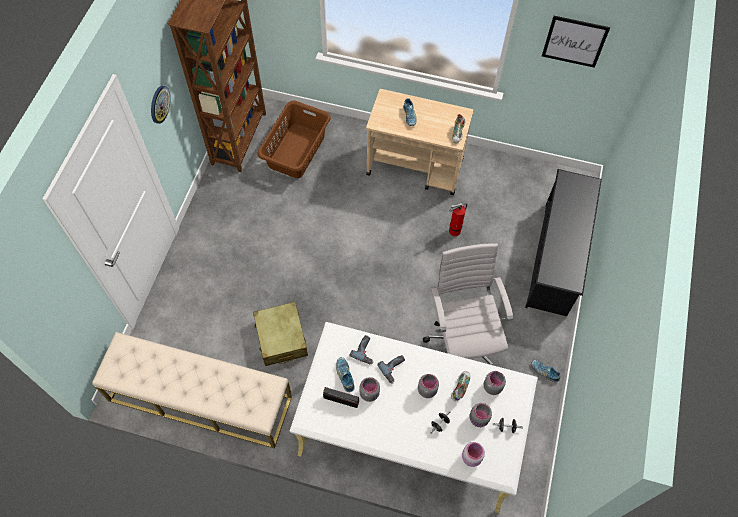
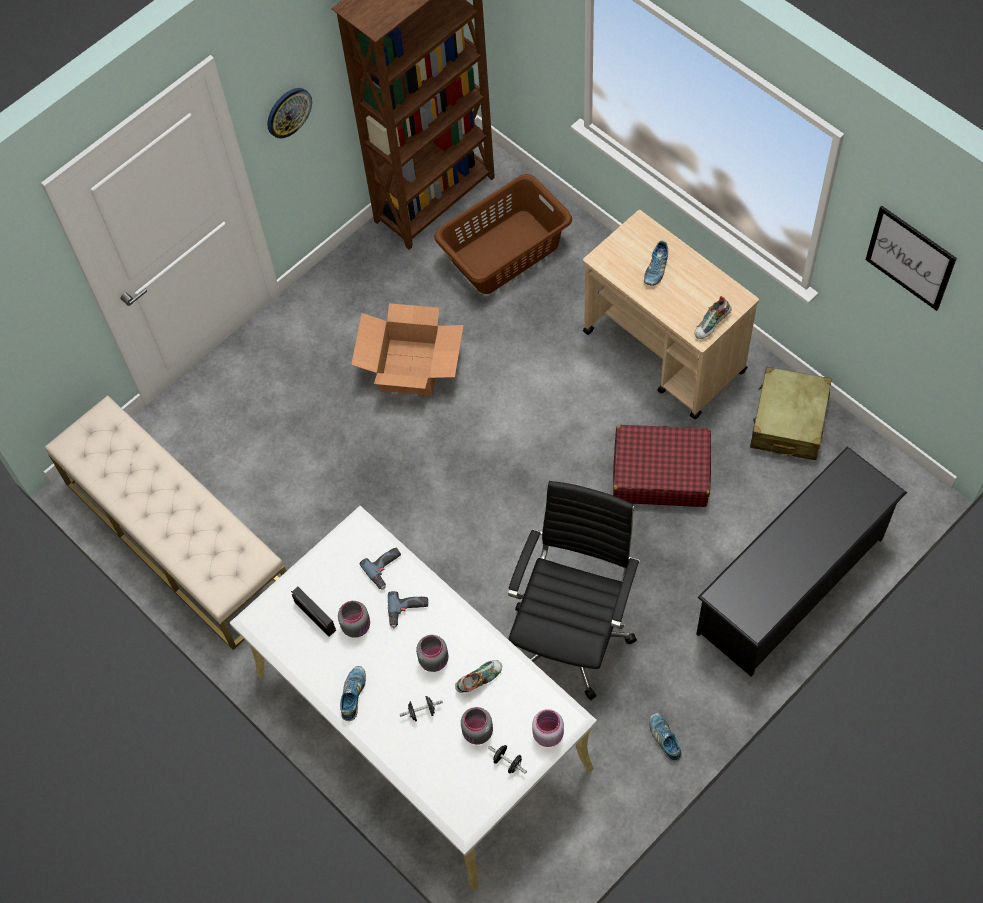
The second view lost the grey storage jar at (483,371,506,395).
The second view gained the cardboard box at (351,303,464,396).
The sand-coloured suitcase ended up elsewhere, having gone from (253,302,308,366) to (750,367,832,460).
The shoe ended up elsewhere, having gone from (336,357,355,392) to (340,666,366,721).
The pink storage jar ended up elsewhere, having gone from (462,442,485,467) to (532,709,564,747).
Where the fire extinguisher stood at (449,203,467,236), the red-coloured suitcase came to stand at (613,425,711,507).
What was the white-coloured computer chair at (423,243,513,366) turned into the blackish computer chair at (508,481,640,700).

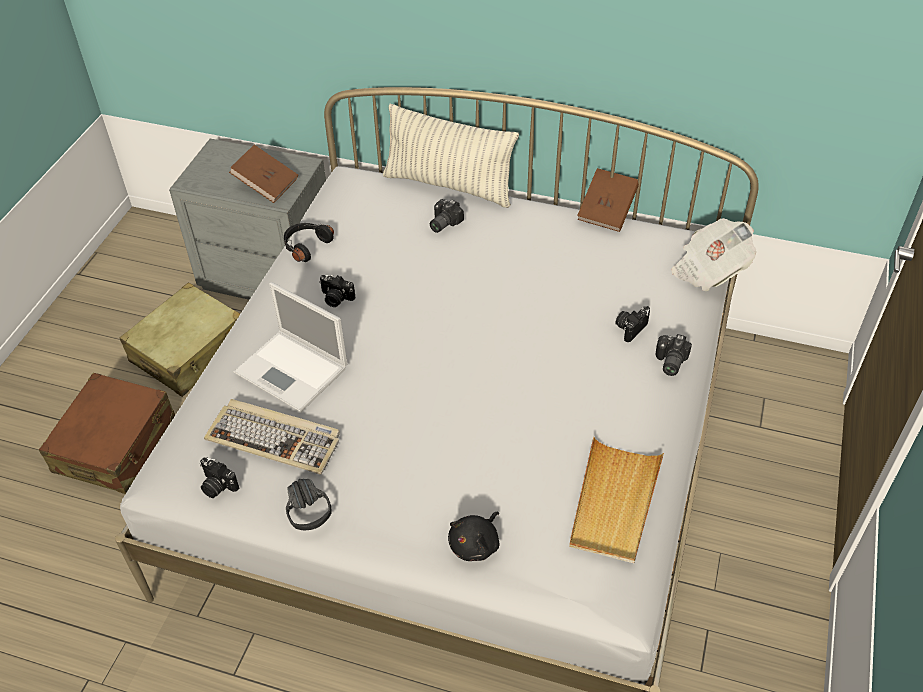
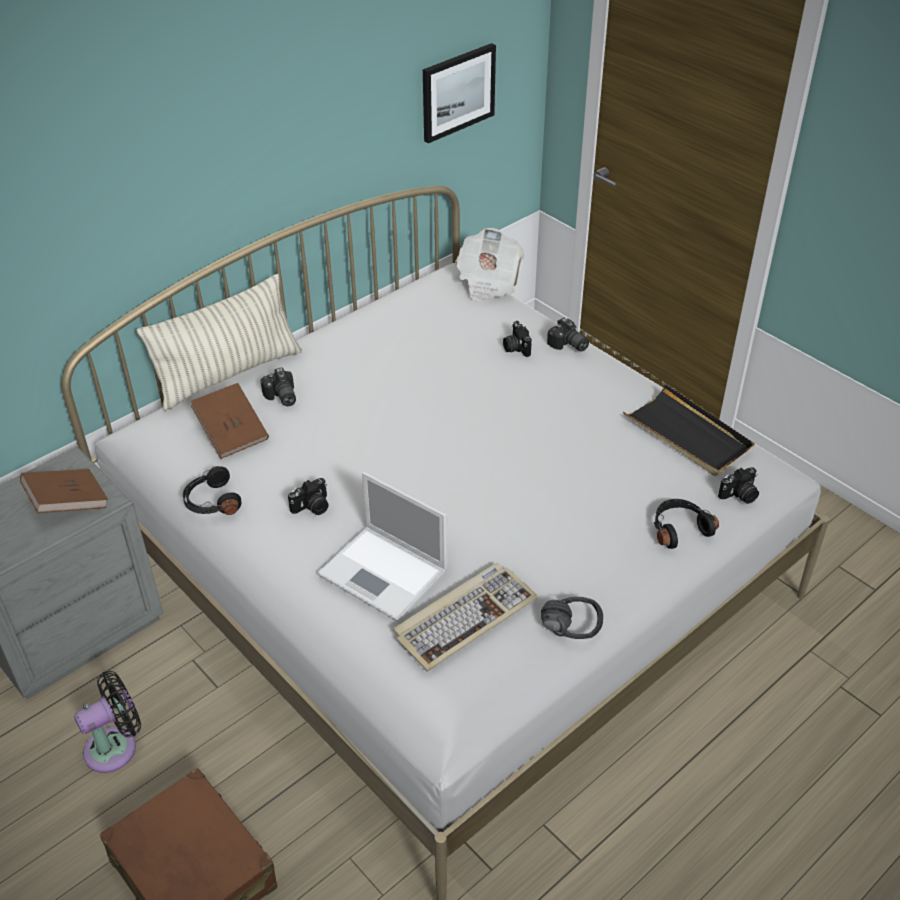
The second view gained the wall art at (423,43,496,143).
The still camera ended up elsewhere, having gone from (199,458,239,498) to (718,467,759,504).
The brown-coloured bound book ended up elsewhere, having gone from (577,168,639,232) to (191,383,269,459).
Where the sand-coloured suitcase stood at (120,283,240,397), the blackish cooling fan came to stand at (74,671,141,773).
Where the blackish cuddly toy stood at (448,512,500,561), the blackish headset came to stand at (654,499,719,549).
What was the sand-coloured carrying tray at (569,437,664,563) turned into the blackish carrying tray at (623,384,755,476).
The portable computer at (233,282,347,412) ended up facing another way, 60 degrees clockwise from before.

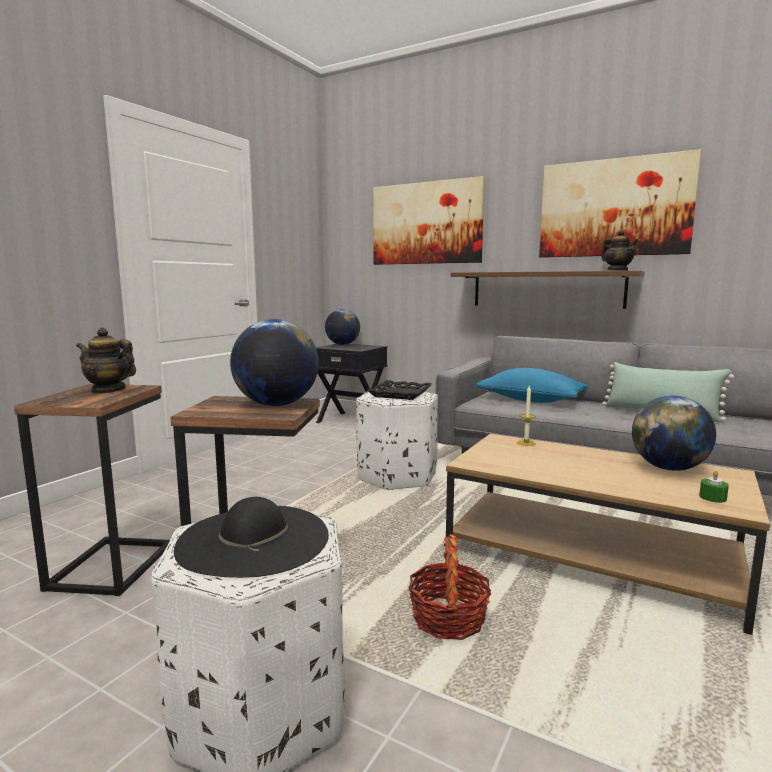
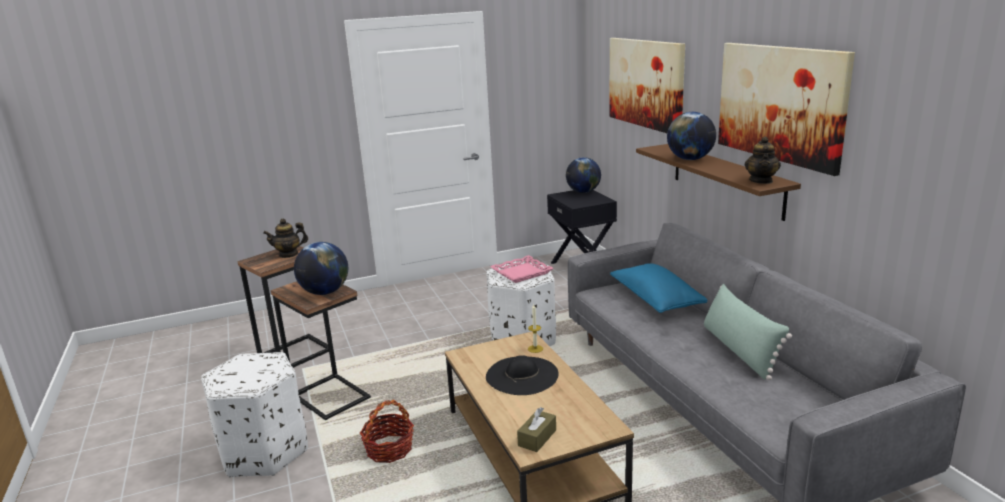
The blackish wearable hat ended up elsewhere, having gone from (174,497,329,578) to (486,355,559,395).
The globe ended up elsewhere, having gone from (632,396,716,471) to (667,112,716,160).
Where the green-coloured wax light stood at (699,471,729,503), the brown-coloured tissue holder came to stand at (517,407,556,452).
What was the blackish carrying tray at (367,380,432,400) turned into the pink carrying tray at (490,255,554,283).
The teapot at (76,328,136,394) ended up facing another way, 75 degrees counterclockwise from before.

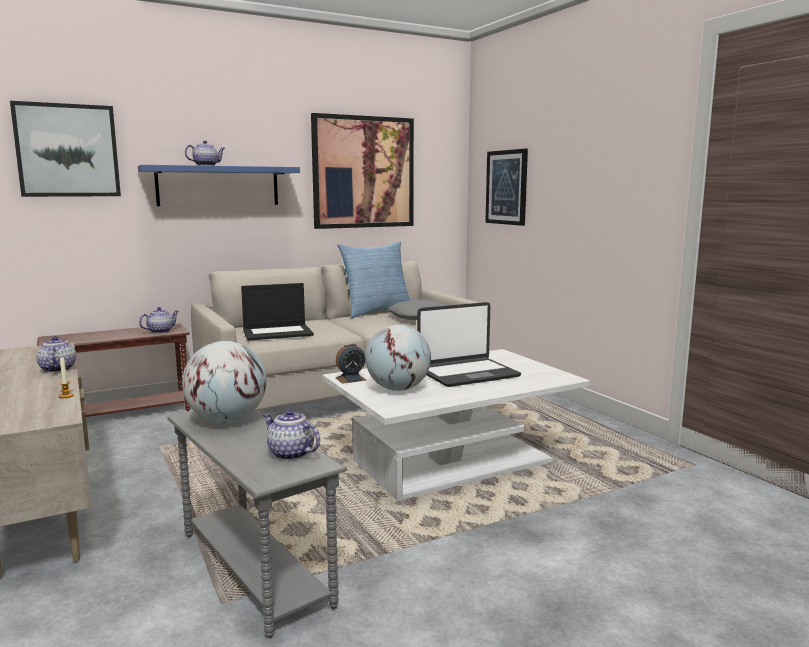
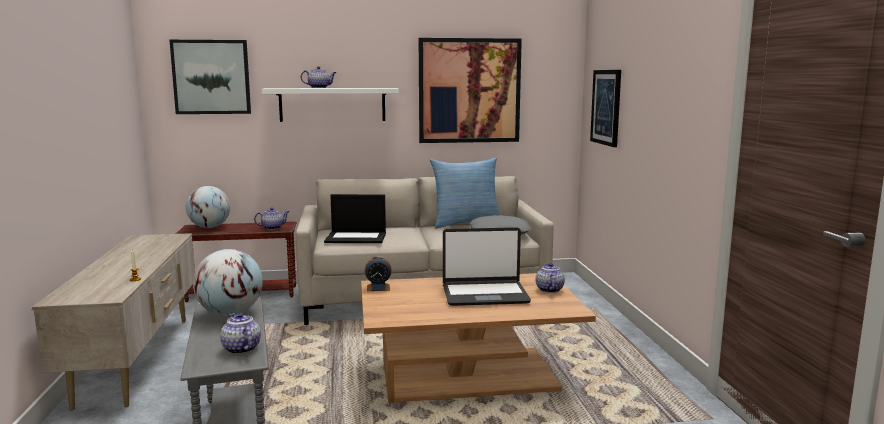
The teapot ended up elsewhere, having gone from (36,336,76,373) to (536,263,565,293).
The globe ended up elsewhere, having gone from (365,325,431,391) to (186,186,230,228).
What was the blue-coloured wall shelf at (138,165,300,206) turned into the white-coloured wall shelf at (262,88,399,122).
What was the white-coloured low table at (322,349,590,501) turned into the brown-coloured low table at (361,273,596,403).

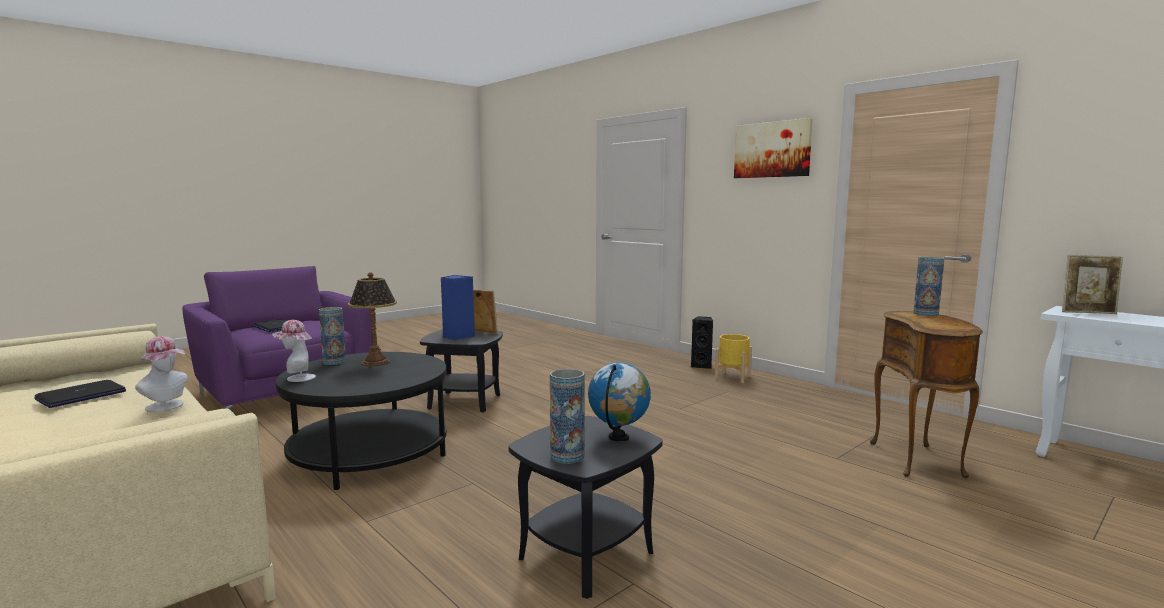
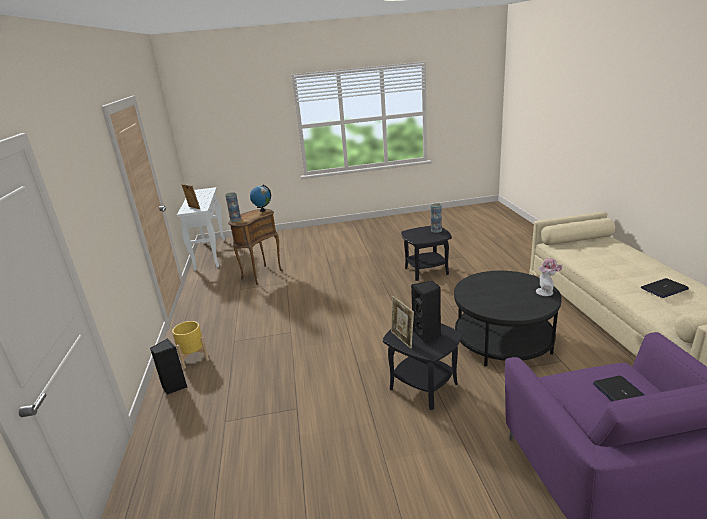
The second view lost the wearable hat at (135,336,188,412).
The second view lost the flower vase at (319,307,346,365).
The second view lost the tabletop lamp at (348,272,397,366).
The second view lost the wall art at (734,118,813,178).
The globe ended up elsewhere, having gone from (588,363,651,441) to (250,185,271,212).
What was the blue-coloured audio speaker at (441,275,475,340) turned into the blackish audio speaker at (411,281,441,343).

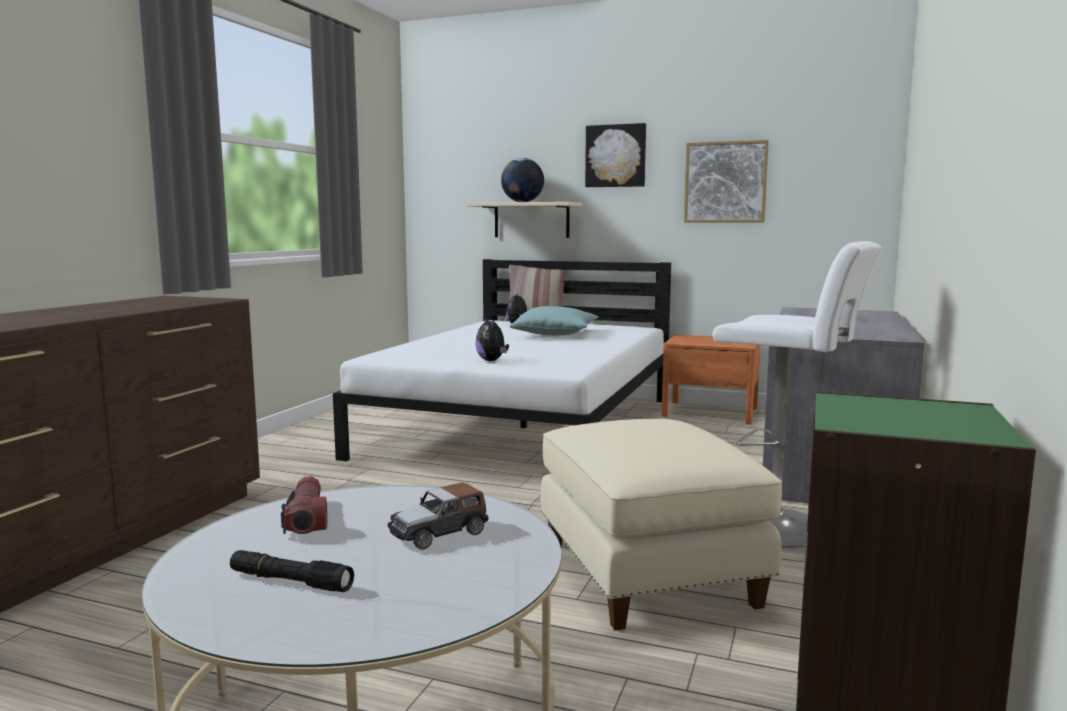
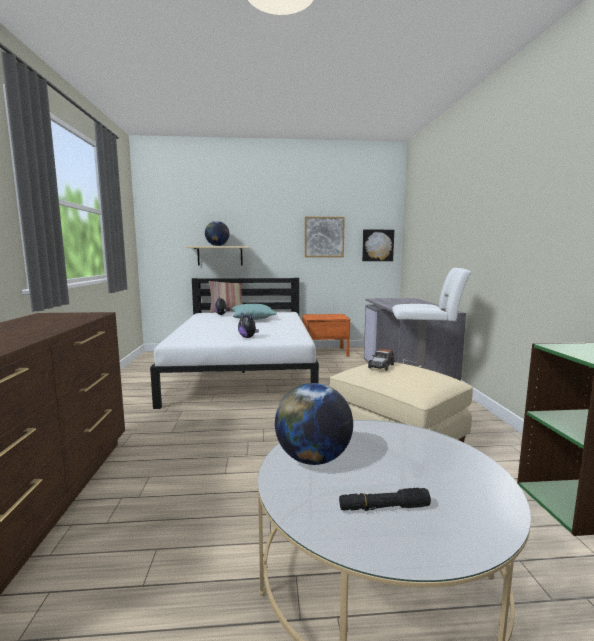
The miniature car ended up elsewhere, having gone from (388,482,489,550) to (368,349,394,371).
The wall art ended up elsewhere, having gone from (585,123,646,187) to (362,230,394,261).
Where the hand torch stood at (281,476,327,534), the globe came to stand at (275,383,353,465).

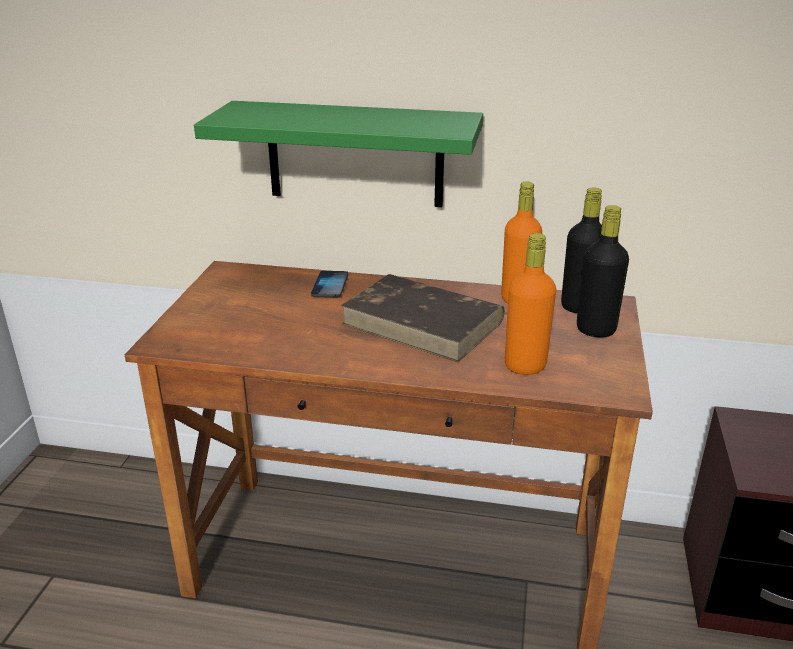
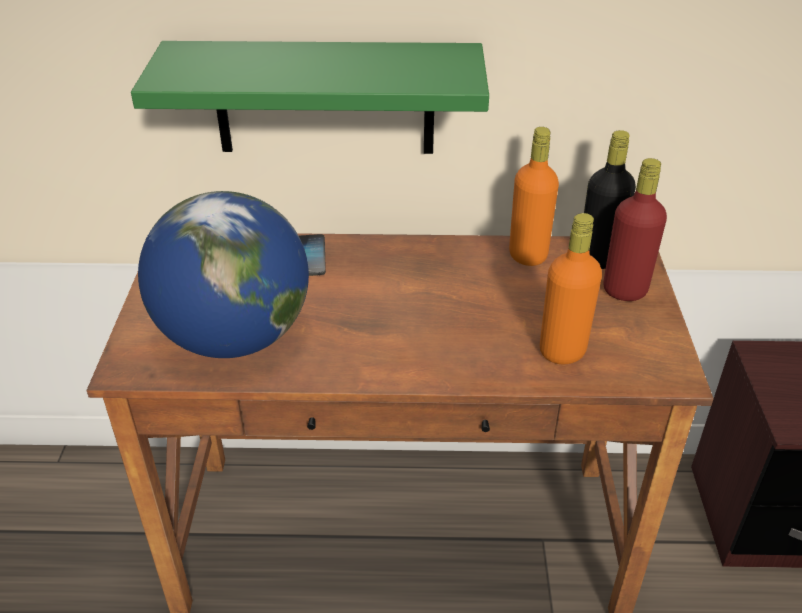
The second view lost the brown-coloured bound book at (341,274,505,362).
The second view gained the globe at (138,191,309,358).
What was the blackish bottle at (577,205,629,337) turned into the red-coloured bottle at (604,158,667,301).

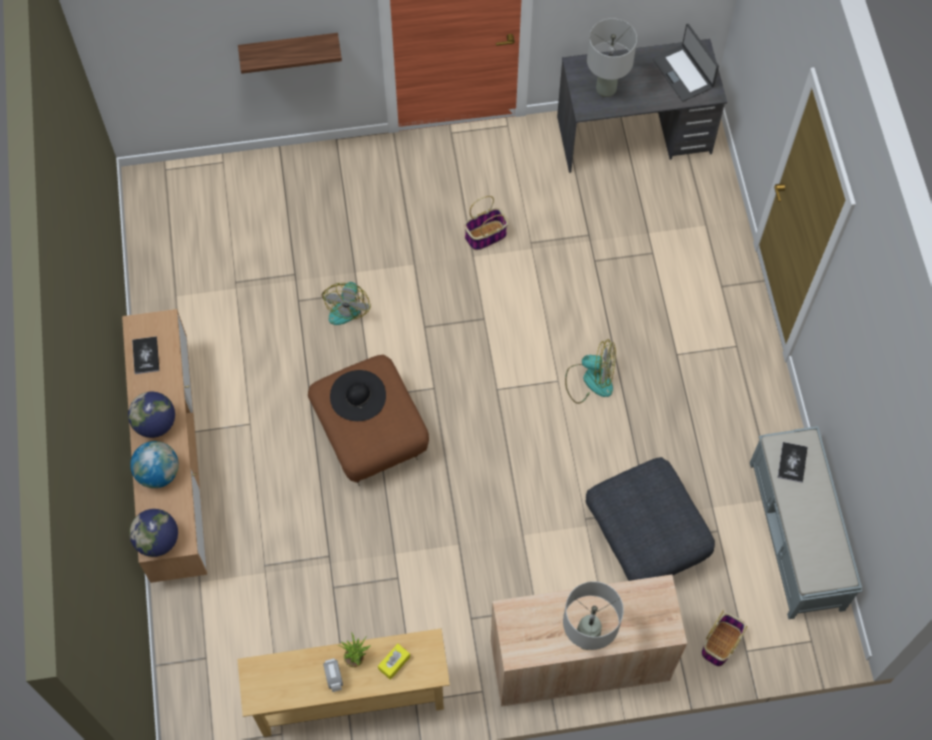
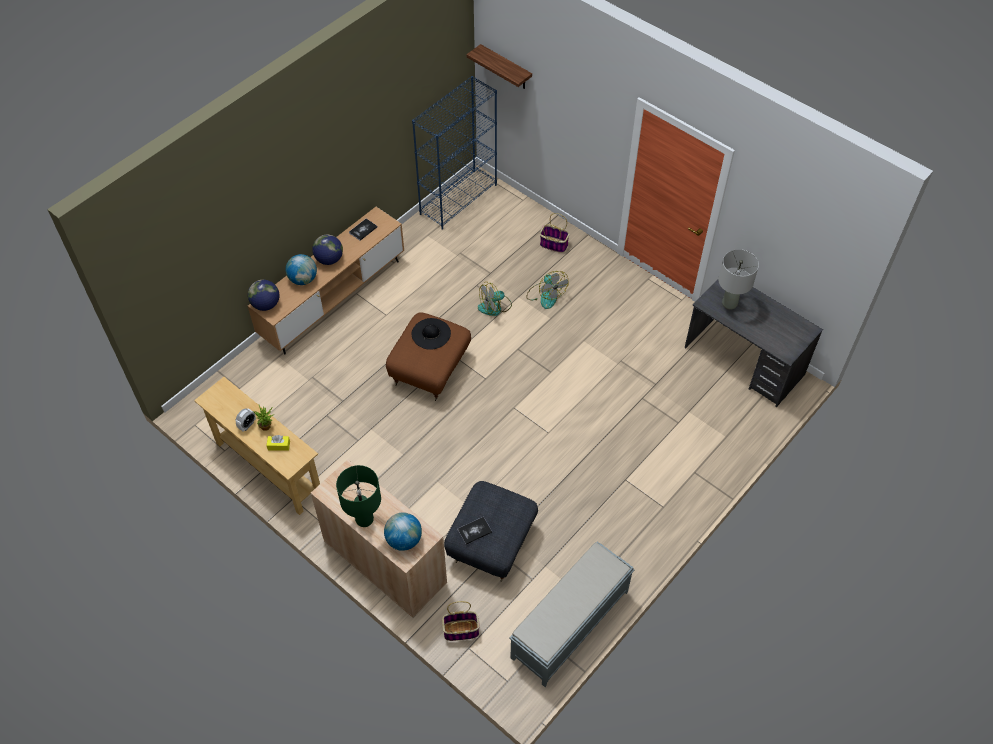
The second view lost the portable computer at (653,24,719,102).
The second view gained the globe at (384,513,422,551).
The second view gained the blue-coloured bookshelf at (412,76,497,230).
The wall shelf ended up elsewhere, having gone from (238,33,342,74) to (467,44,532,89).
The basket ended up elsewhere, having gone from (464,196,508,250) to (540,213,570,253).
The cooling fan ended up elsewhere, having gone from (565,339,616,404) to (526,271,568,309).
The bound book ended up elsewhere, having gone from (778,442,808,483) to (458,517,492,545).
What was the grey tabletop lamp at (563,581,624,650) turned into the green-coloured tabletop lamp at (336,465,381,527).

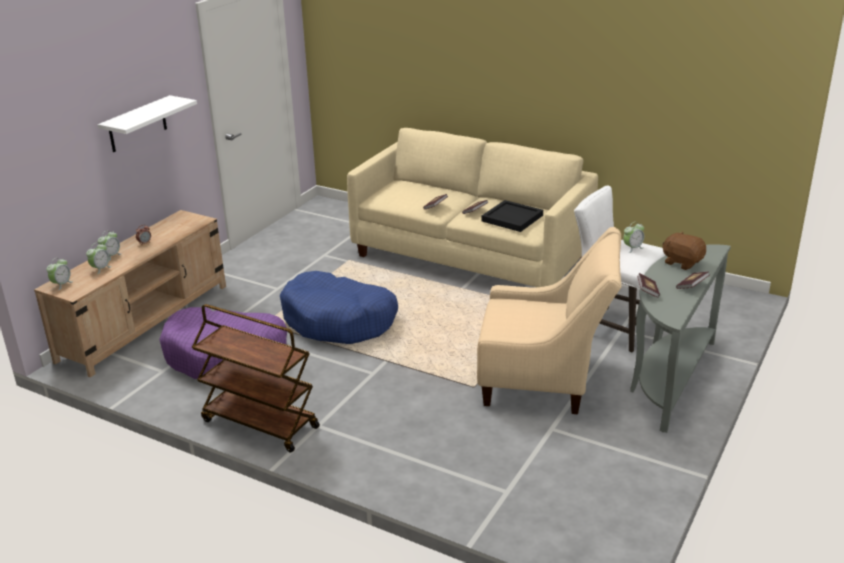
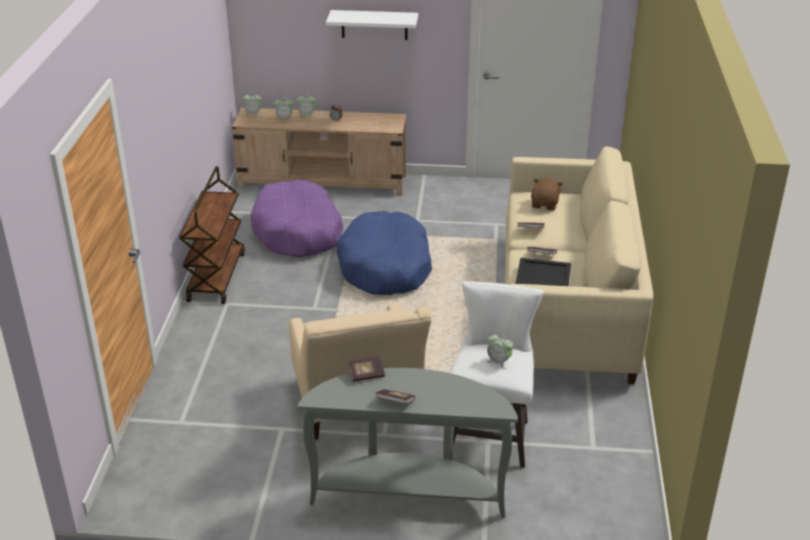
The brown-coloured cuddly toy ended up elsewhere, having gone from (662,231,706,270) to (531,178,563,210).

